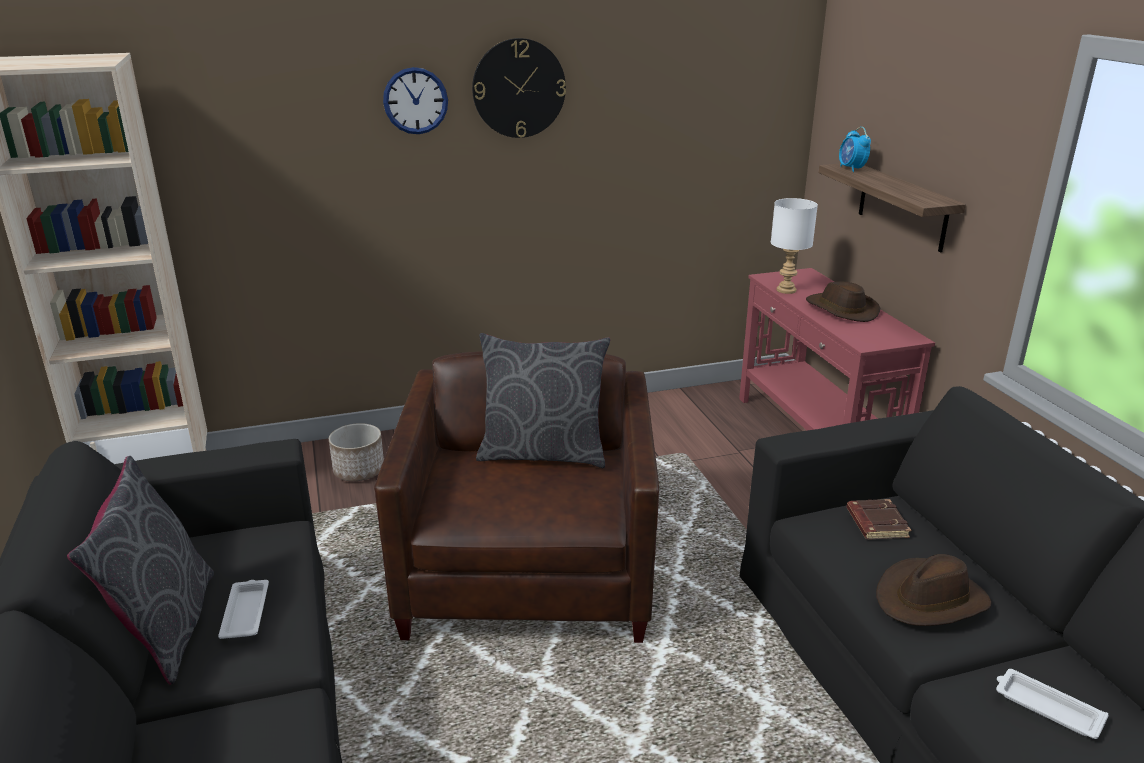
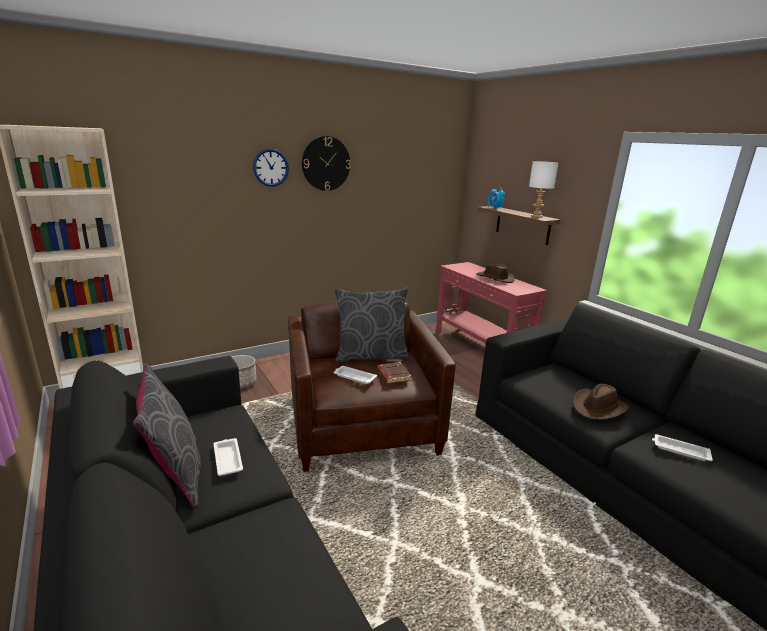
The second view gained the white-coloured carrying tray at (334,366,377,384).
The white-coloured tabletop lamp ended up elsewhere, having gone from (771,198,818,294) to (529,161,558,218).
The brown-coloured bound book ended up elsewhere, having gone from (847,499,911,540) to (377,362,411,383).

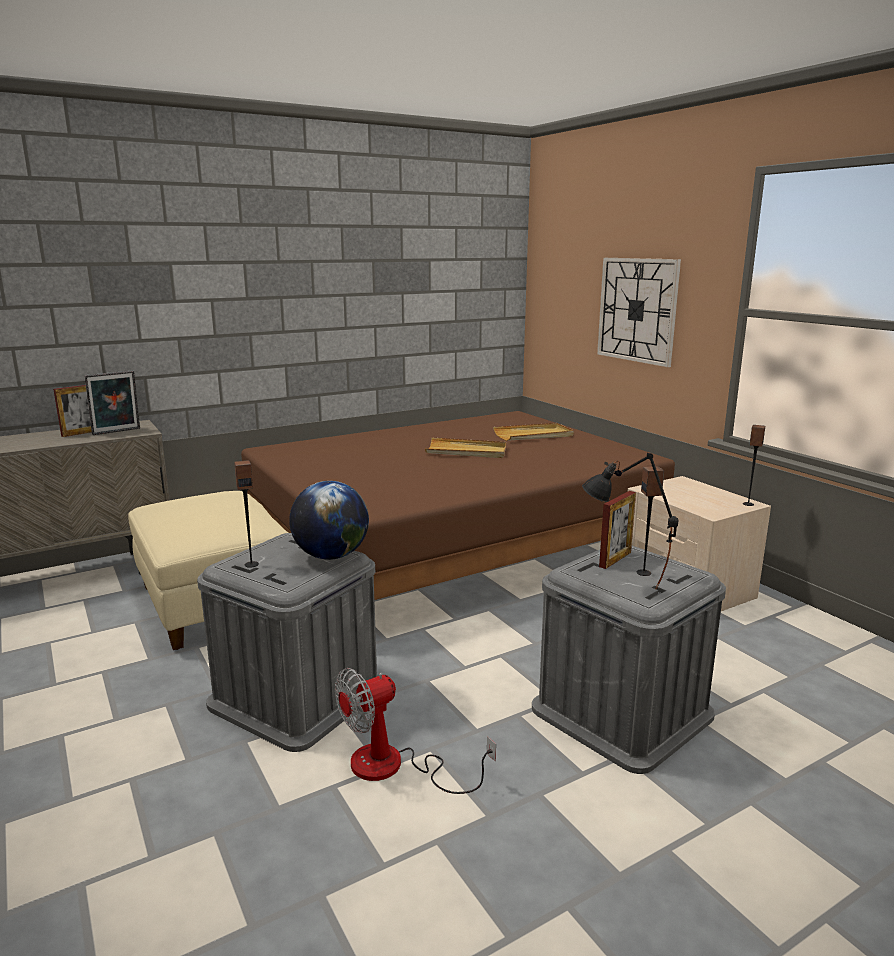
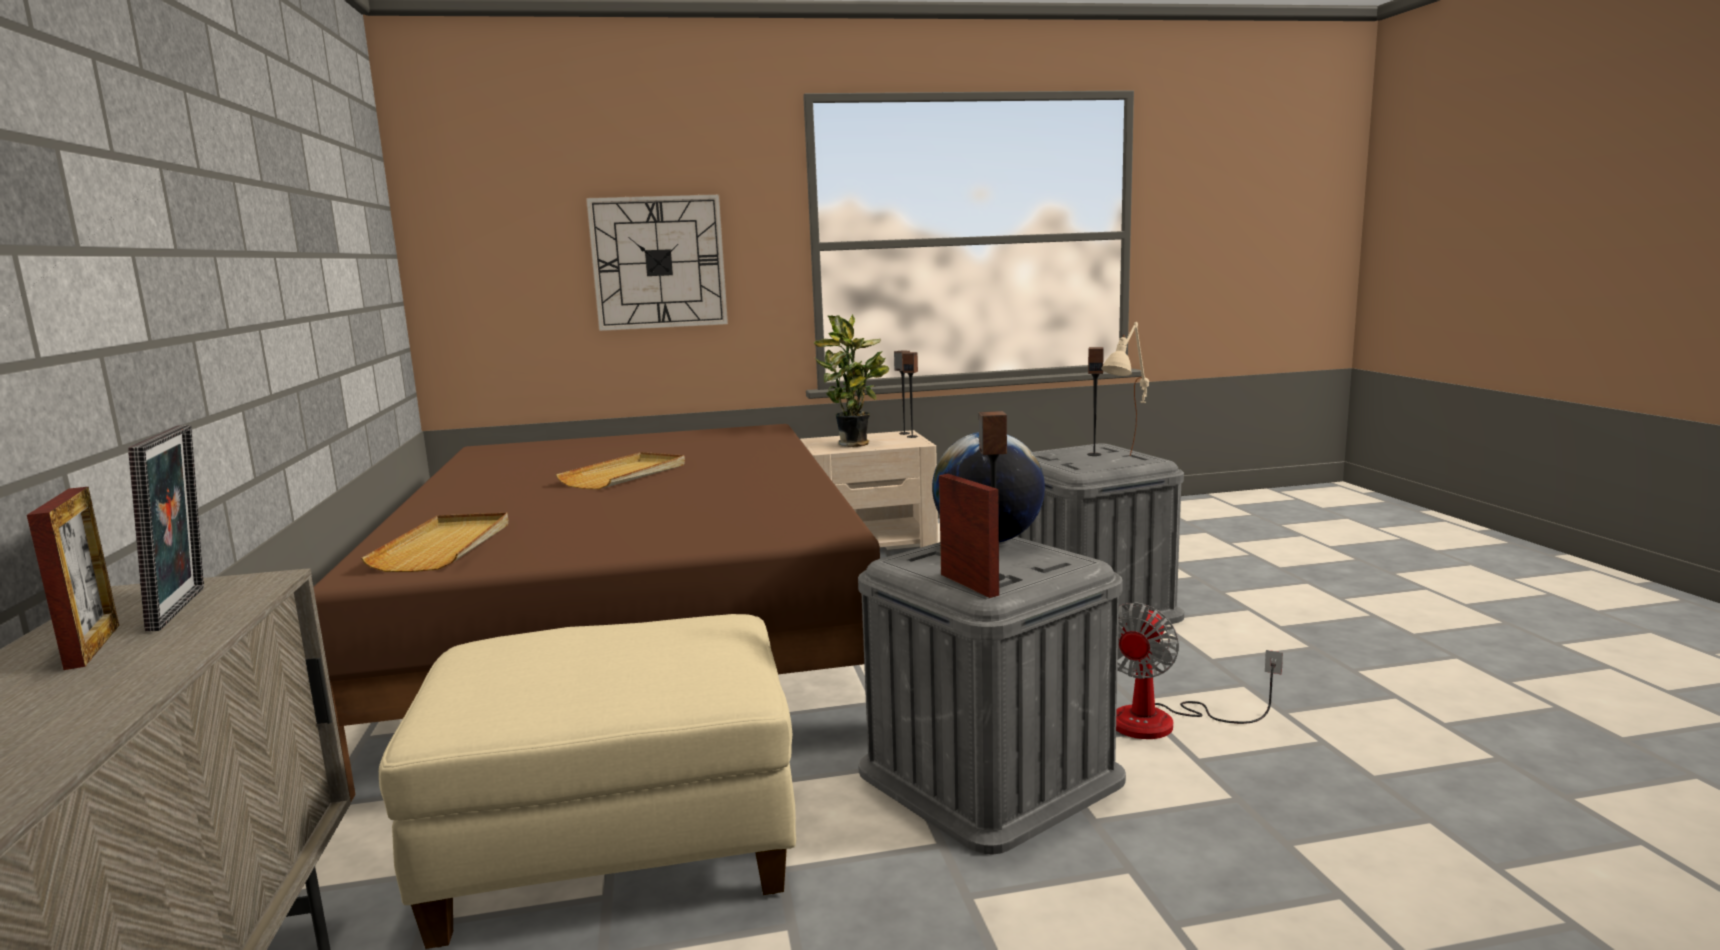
The second view gained the houseplant at (814,314,889,447).
The second view gained the audio speaker at (903,352,918,438).
The sand-coloured carrying tray ended up elsewhere, having gone from (493,423,574,441) to (361,513,508,572).
The picture frame ended up elsewhere, having gone from (599,491,636,569) to (939,474,999,598).
What was the blackish tabletop lamp at (582,453,678,590) turned into the sand-coloured tabletop lamp at (1101,322,1149,456).
The cooling fan at (335,668,496,794) ended up facing another way, 45 degrees clockwise from before.

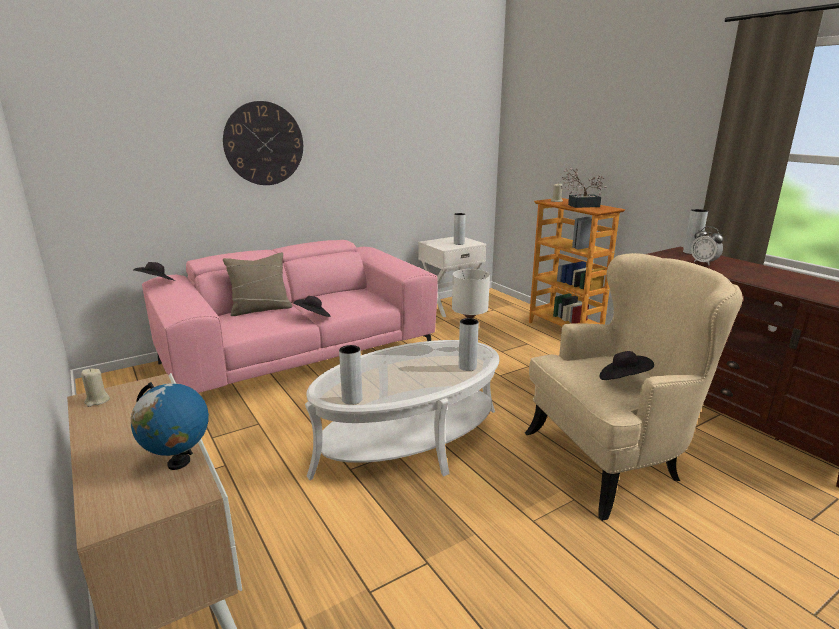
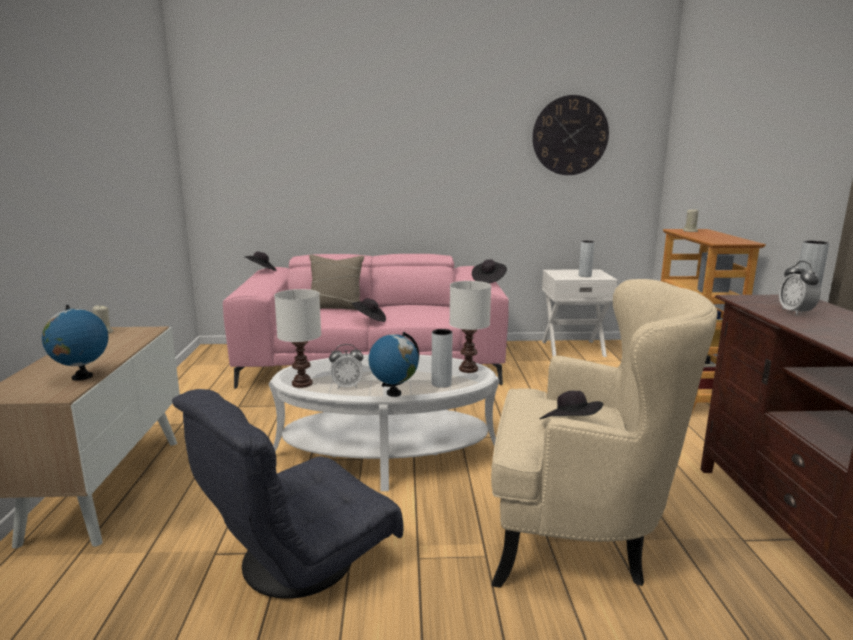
The second view lost the houseplant at (561,168,607,208).
The second view gained the grey armchair at (172,389,403,599).
The second view gained the bedside clock at (329,344,364,389).
The second view gained the globe at (369,332,419,397).
The second view gained the blackish wearable hat at (472,259,507,283).
The wall clock ended up elsewhere, having gone from (223,101,303,185) to (532,95,609,175).
Where the grey flower vase stood at (339,345,362,405), the white-coloured tabletop lamp came to stand at (274,289,321,388).

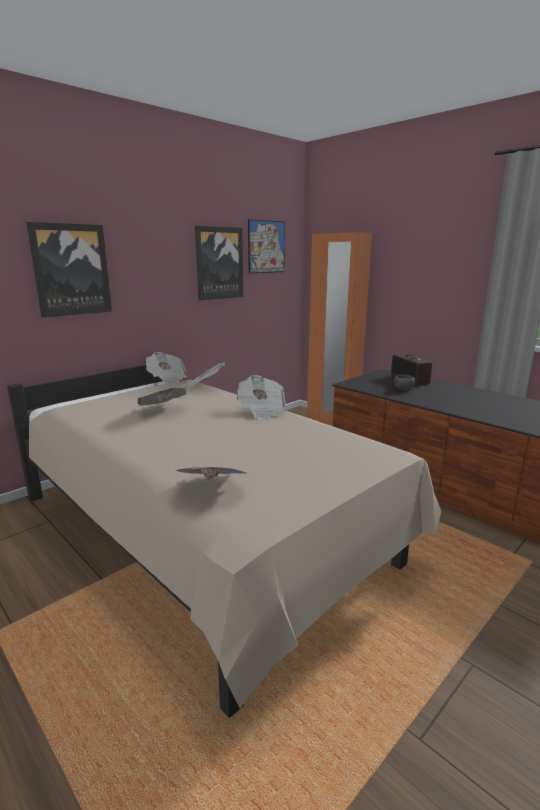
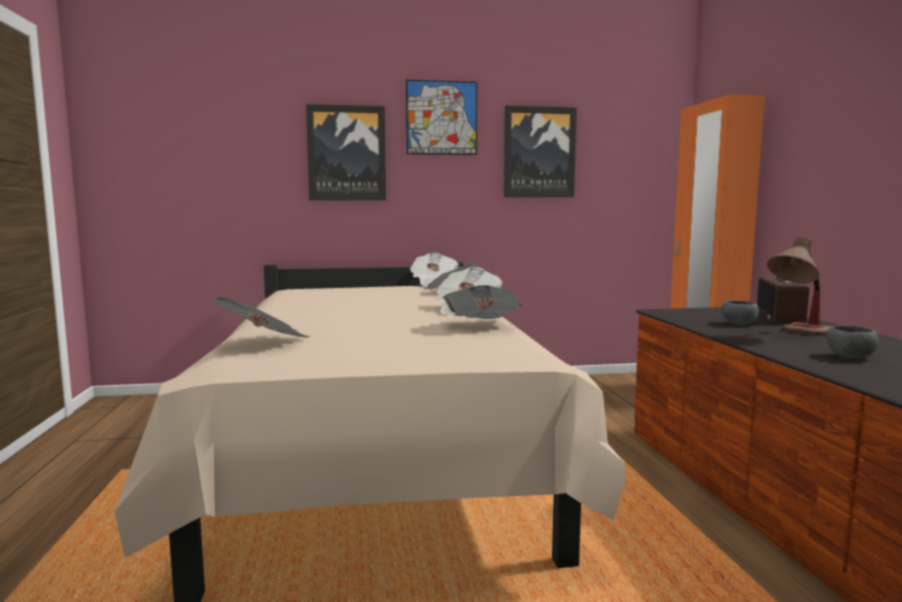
The second view gained the tabletop lamp at (767,236,831,336).
The second view gained the grey deep dish at (827,325,878,358).
The daily paper ended up elsewhere, having gone from (137,388,187,406) to (443,285,521,319).
The wall art ended up elsewhere, having gone from (248,219,285,273) to (406,80,477,155).

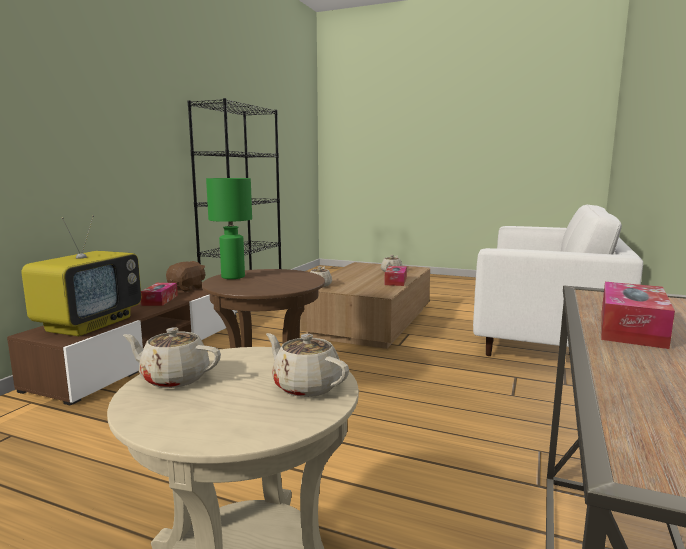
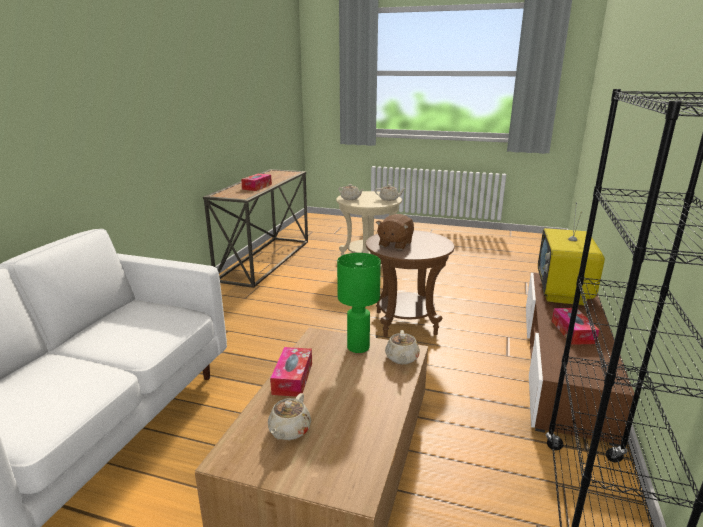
The brown-coloured cuddly toy ended up elsewhere, having gone from (166,261,206,292) to (376,214,414,250).
The green-coloured tabletop lamp ended up elsewhere, having gone from (206,178,252,279) to (337,253,381,353).

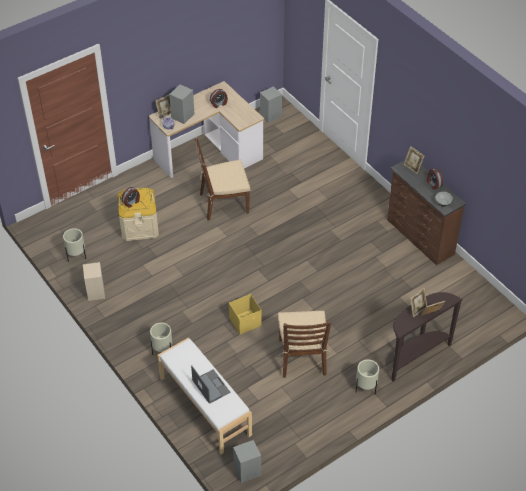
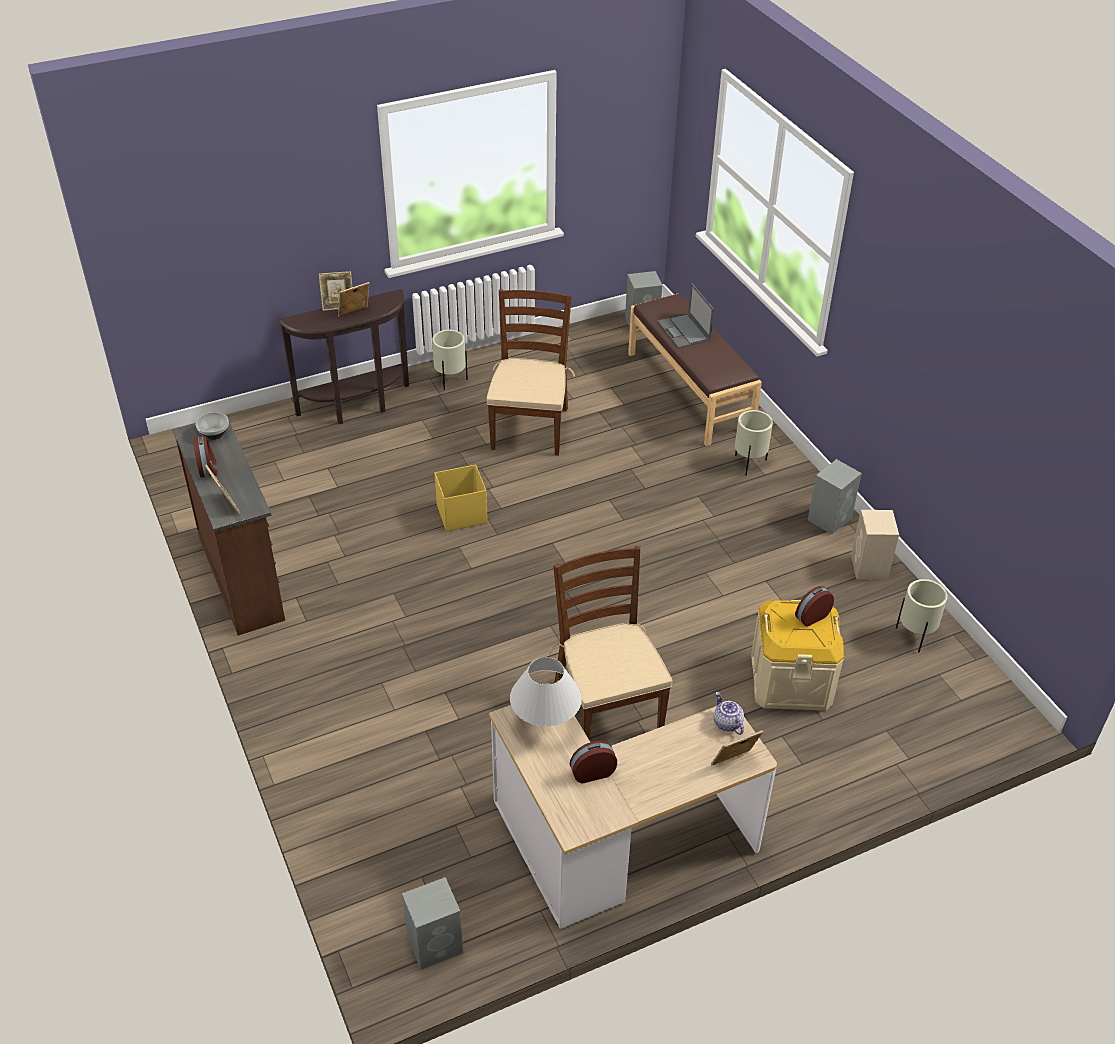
The second view gained the white-coloured tabletop lamp at (510,657,582,727).
The grey audio speaker ended up elsewhere, having gone from (169,84,194,124) to (808,459,862,534).
The yellowish storage bin ended up elsewhere, having gone from (229,294,262,335) to (435,465,488,531).
What was the white-coloured long seat at (157,337,252,454) turned into the brown-coloured long seat at (628,293,762,446).
The brown-coloured plain chair at (195,137,250,221) ended up facing another way, 105 degrees counterclockwise from before.

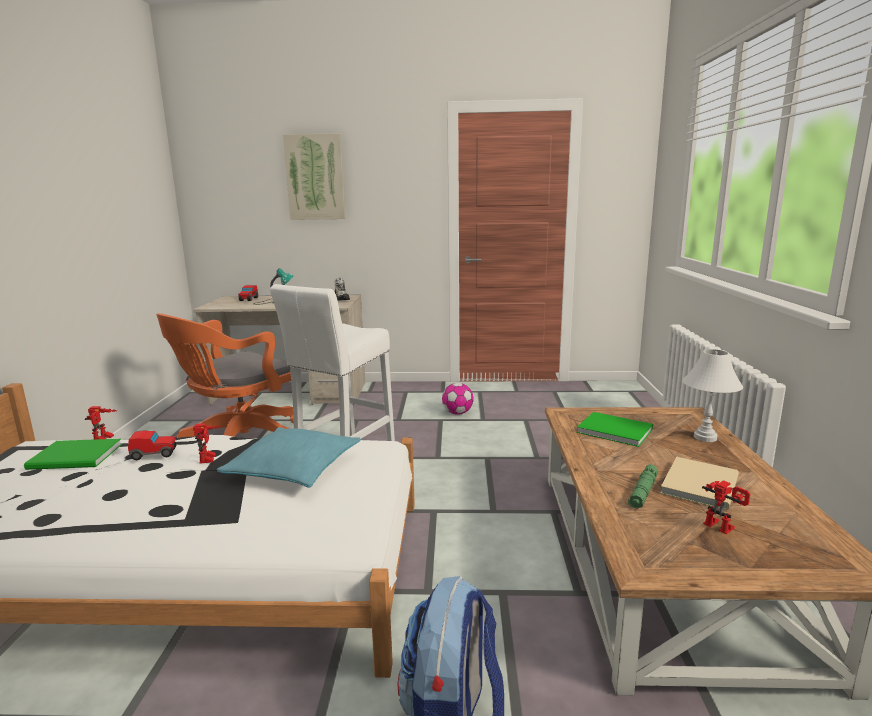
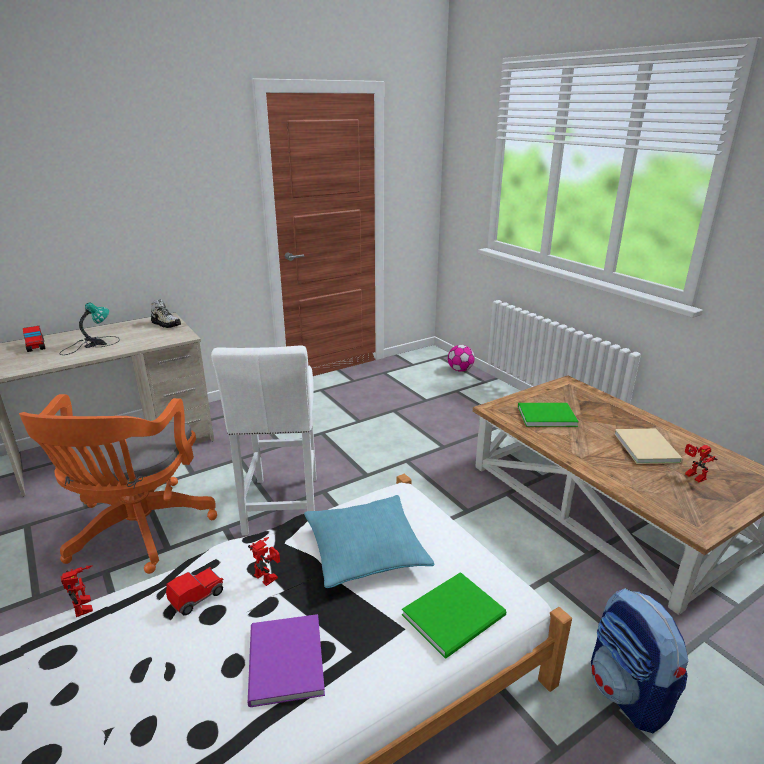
The second view lost the wall art at (283,133,346,220).
The second view lost the green-coloured hand torch at (628,464,658,509).
The second view lost the white-coloured tabletop lamp at (682,349,743,442).
The second view gained the purple bound book at (248,614,325,707).
The green-coloured bound book ended up elsewhere, having gone from (24,439,122,470) to (402,572,506,659).
The football ended up elsewhere, having gone from (442,383,473,415) to (448,345,475,372).
The toy robot at (702,480,750,534) ended up facing another way, 135 degrees counterclockwise from before.

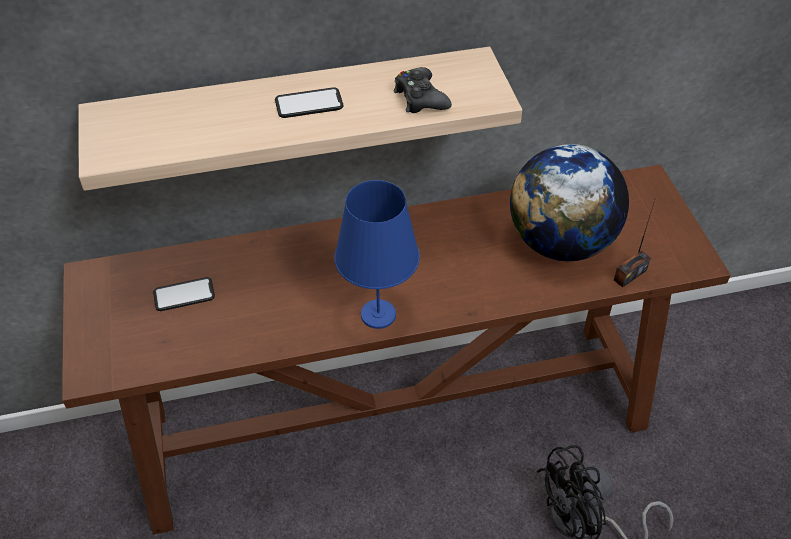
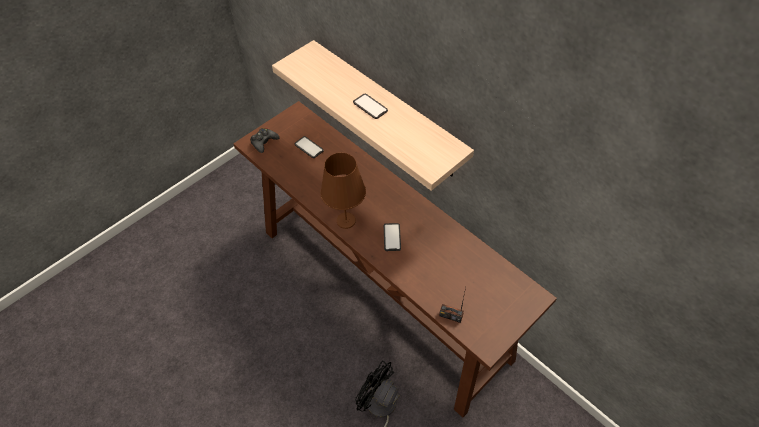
The second view lost the globe at (510,144,629,261).
The second view gained the telephone at (384,223,401,251).
The blackish joypad ended up elsewhere, having gone from (394,67,452,113) to (250,128,280,153).
What was the blue-coloured tabletop lamp at (334,180,420,329) turned into the brown-coloured tabletop lamp at (320,153,366,229).

